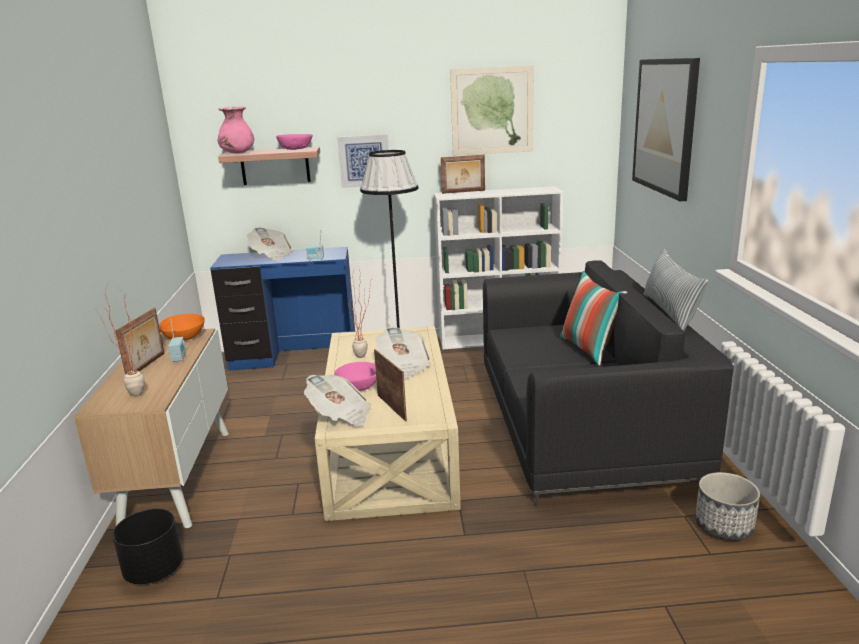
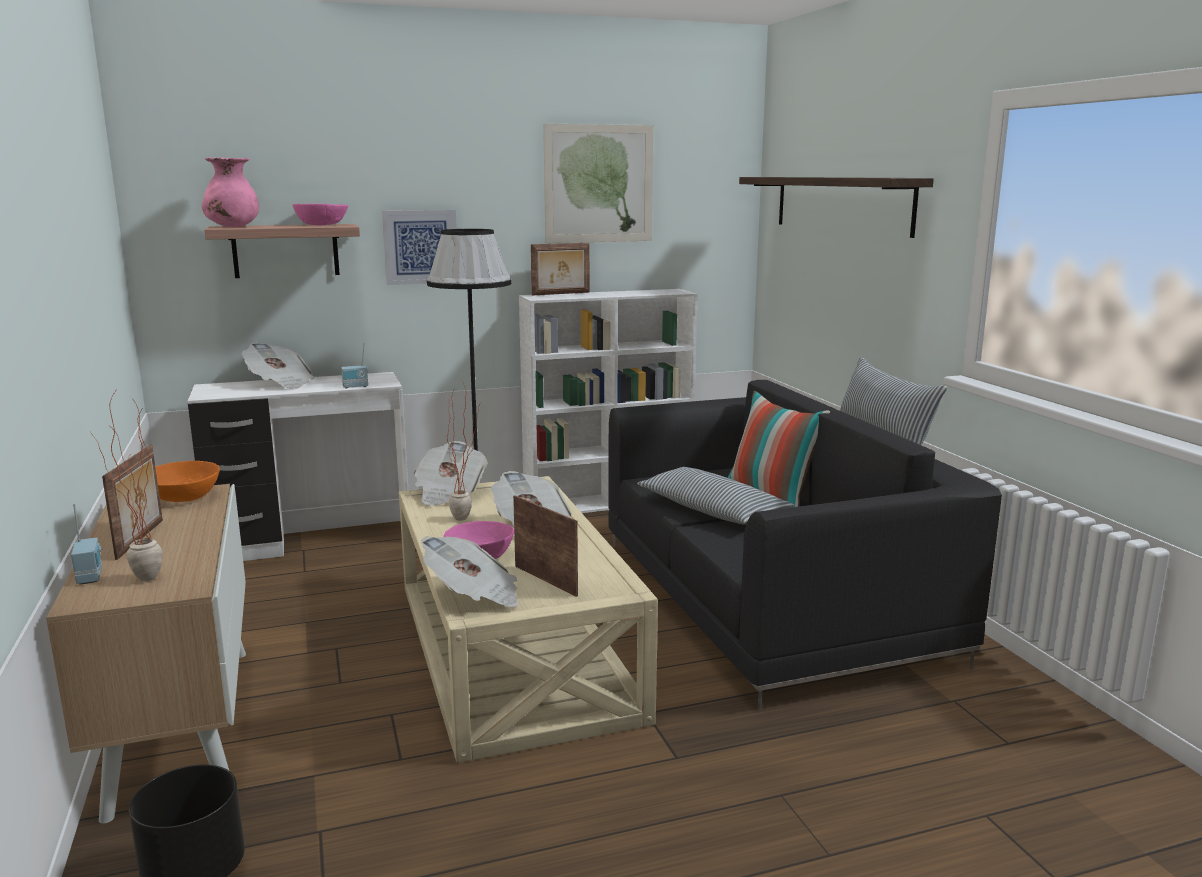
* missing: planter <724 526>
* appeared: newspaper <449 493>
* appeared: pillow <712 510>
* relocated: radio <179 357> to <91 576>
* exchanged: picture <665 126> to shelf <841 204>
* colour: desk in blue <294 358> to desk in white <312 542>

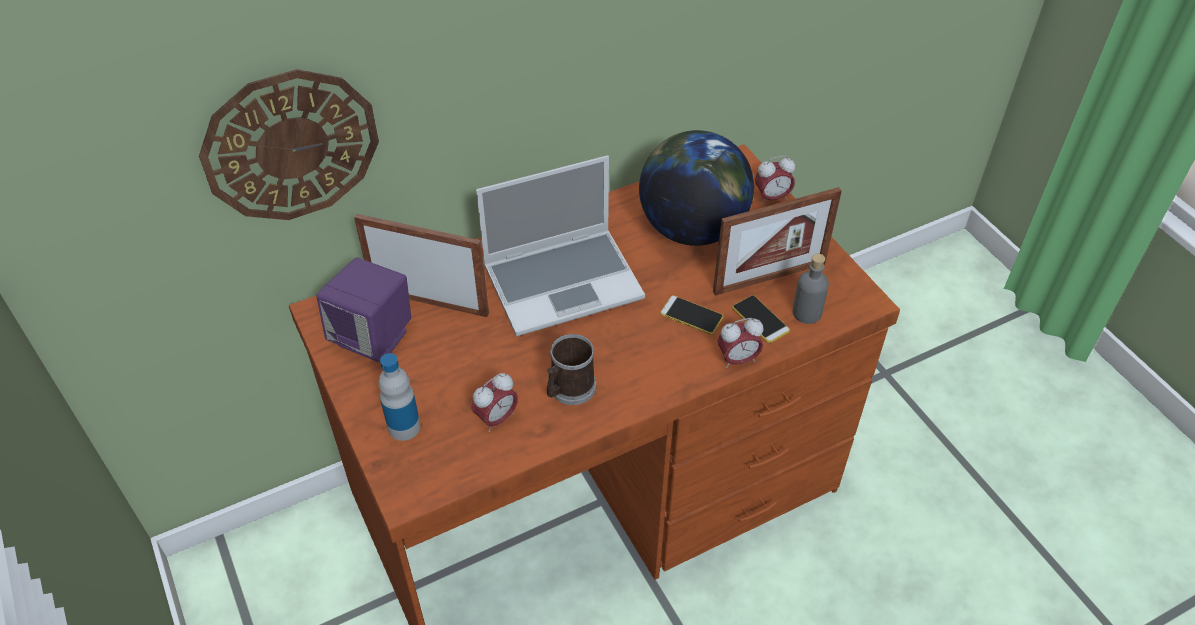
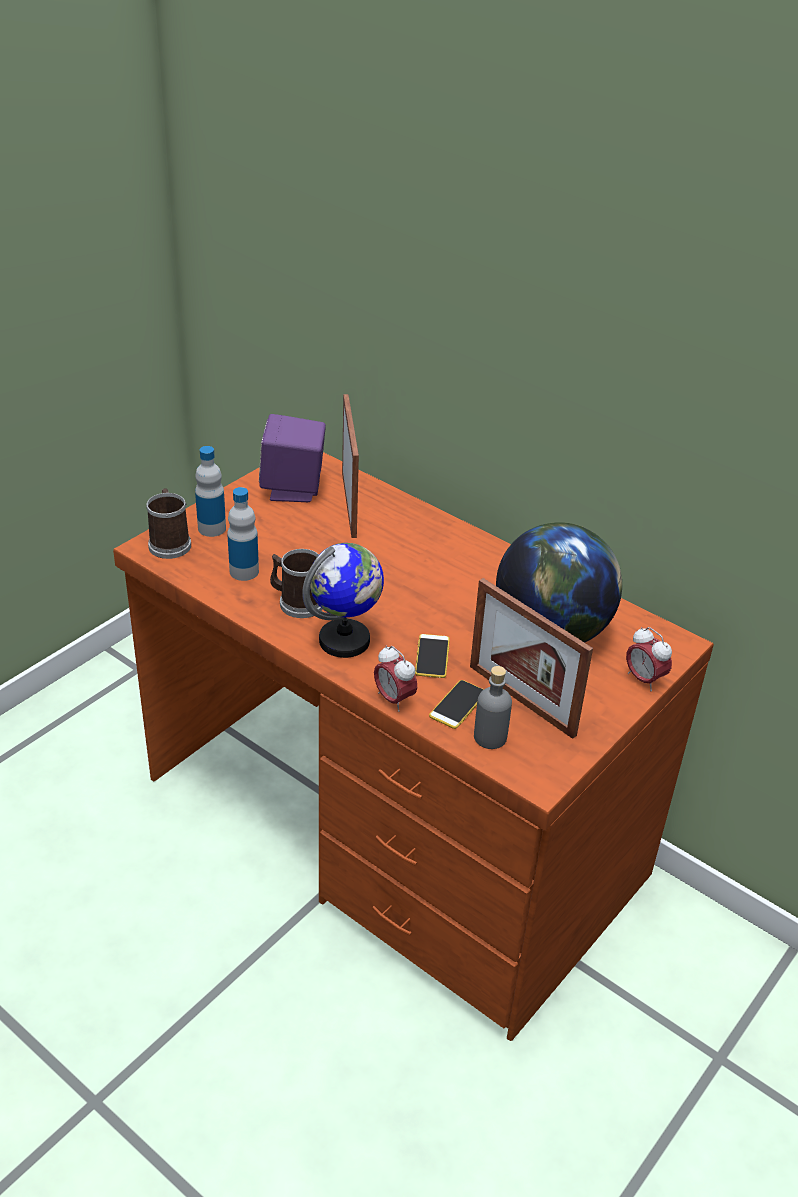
* missing: wall clock <291 146>
* missing: laptop <564 281>
* appeared: mug <169 543>
* appeared: globe <345 641>
* exchanged: alarm clock <496 418> to bottle <244 571>

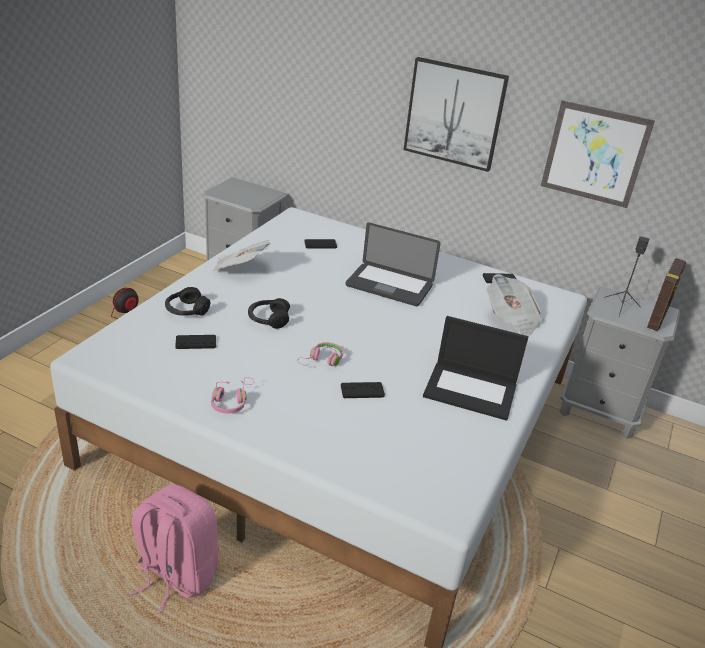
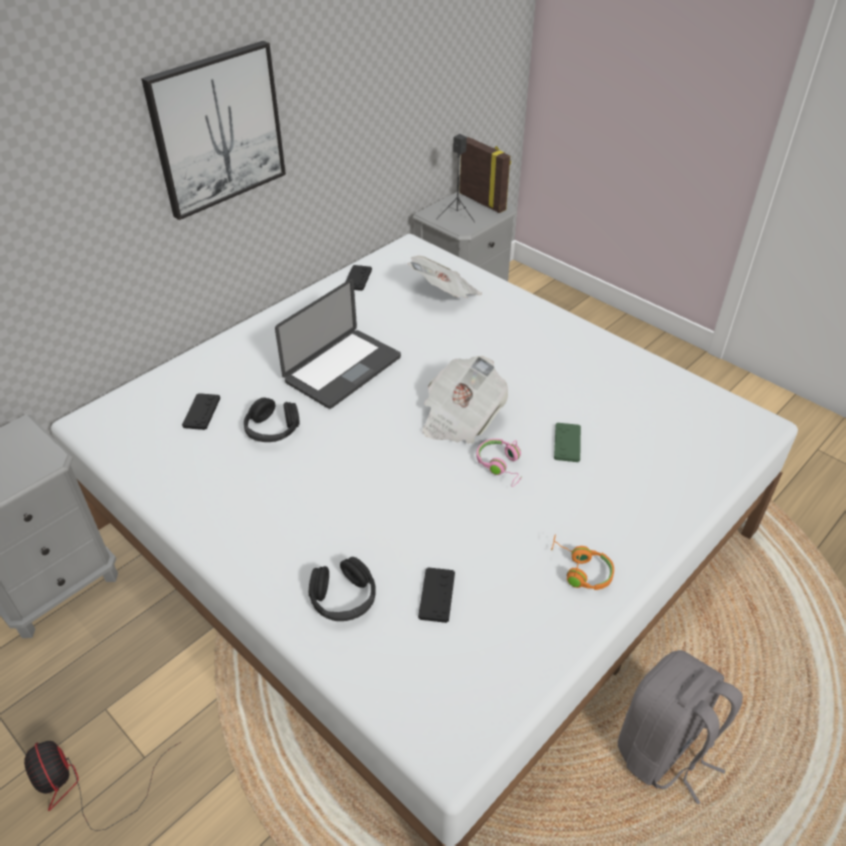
* missing: laptop <471 390>
* missing: picture <595 154>
* relocated: newspaper <240 269> to <460 418>
* relocated: headphones in black <268 319> to <272 430>
* colour: backpack in pink <175 574> to backpack in grey <664 750>
* colour: headphones in pink <231 401> to headphones in orange <580 570>
* colour: game controller in black <362 391> to game controller in green <567 443>

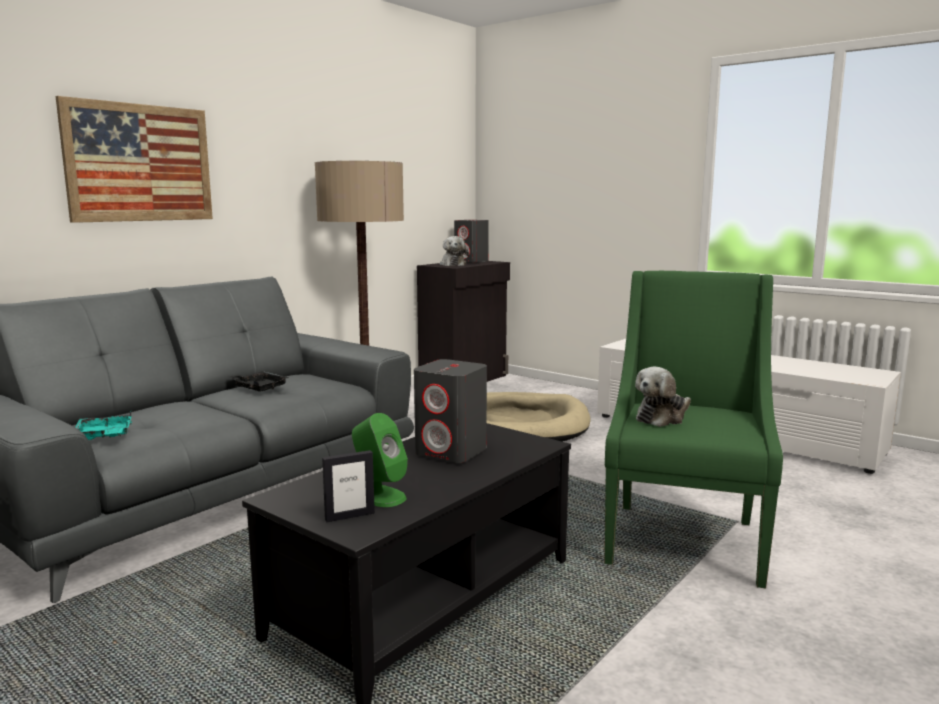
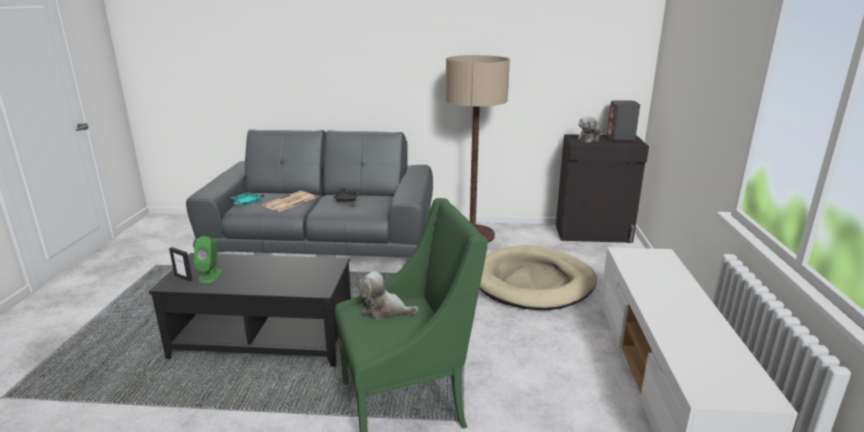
* missing: picture <140 163>
* missing: speaker in grey <452 452>
* appeared: newspaper <289 202>

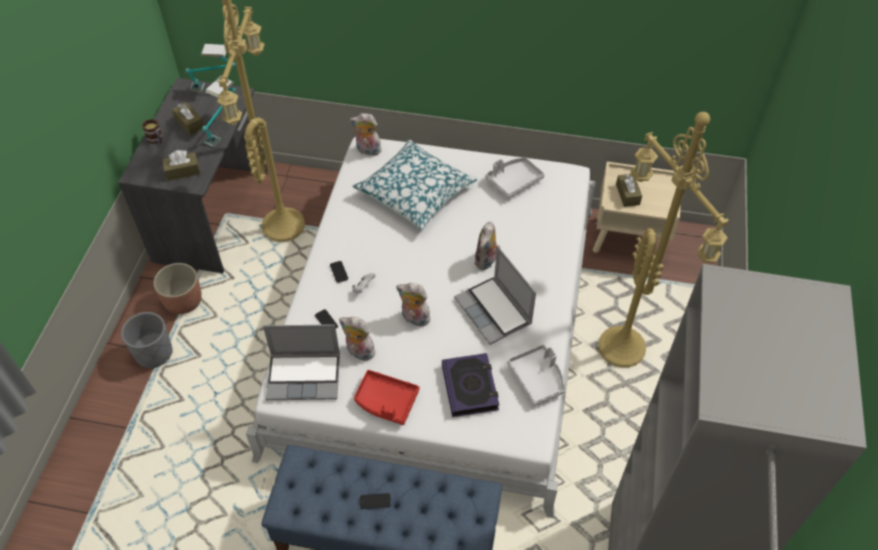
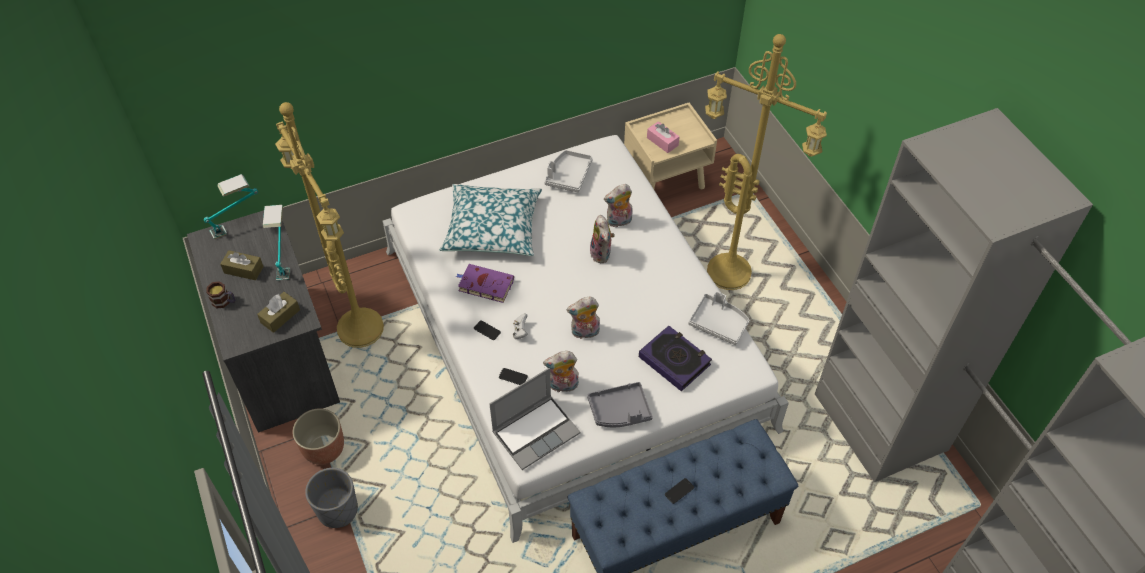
* missing: laptop <494 311>
* appeared: book in purple <484 285>
* relocated: plush toy <367 151> to <619 222>
* colour: tray in red <386 401> to tray in grey <619 411>
* colour: tissue box in brown <627 194> to tissue box in pink <662 141>

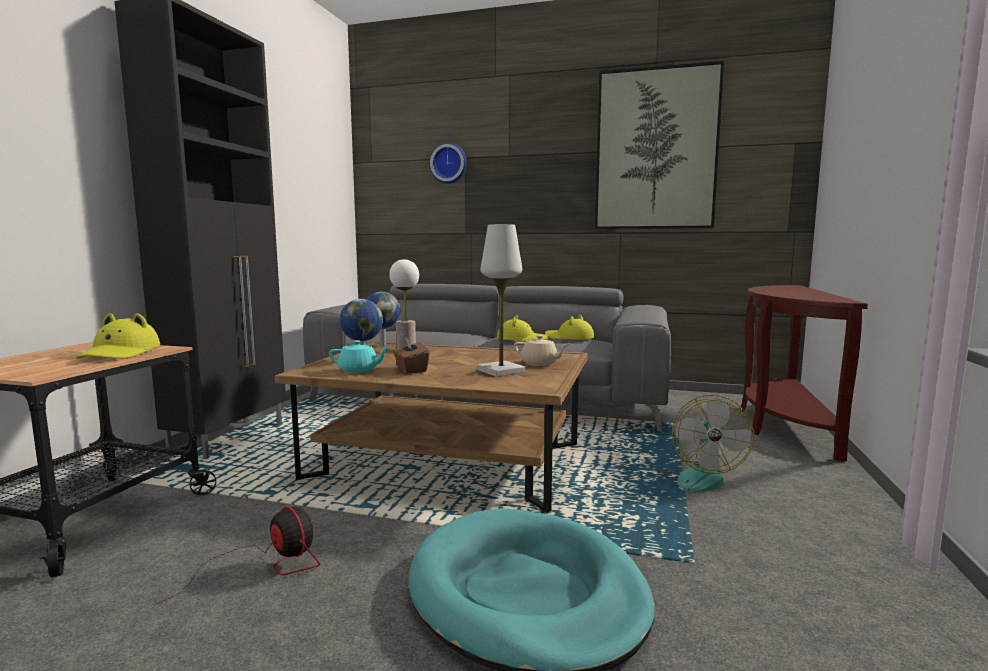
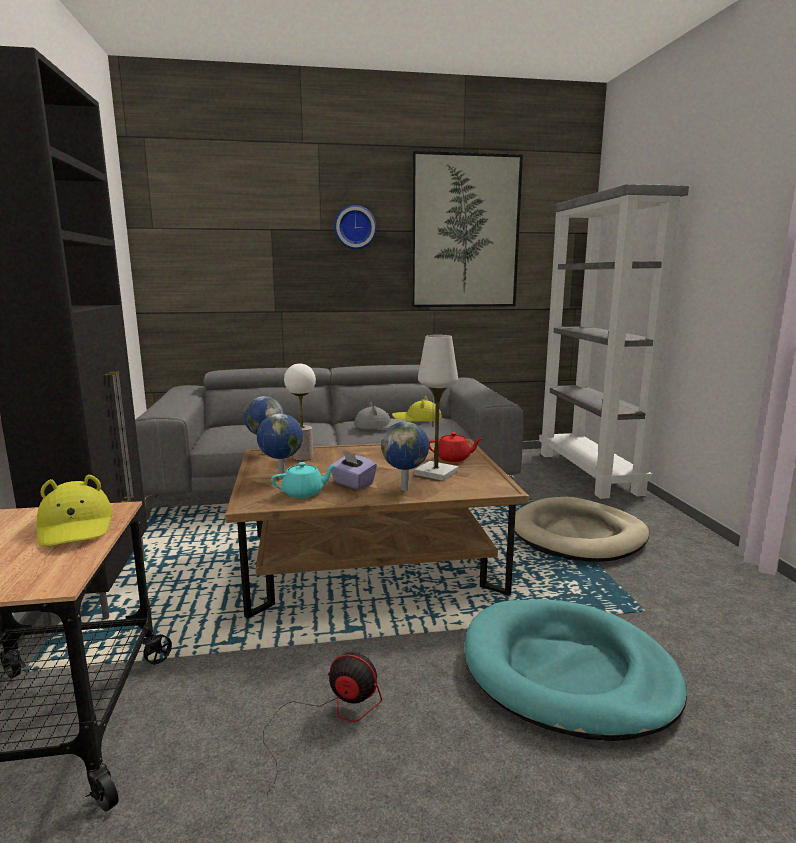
* appeared: globe <406 489>
* relocated: wall clock <449 163> to <355 227>
* exchanged: fan <696 476> to dog bed in beige <578 535>
* exchanged: console table in brown <783 423> to bookcase in grey <589 473>
* colour: tissue box in brown <411 369> to tissue box in purple <352 483>
* colour: hat in yellow <522 339> to hat in grey <379 426>
* colour: teapot in beige <540 364> to teapot in red <453 458>

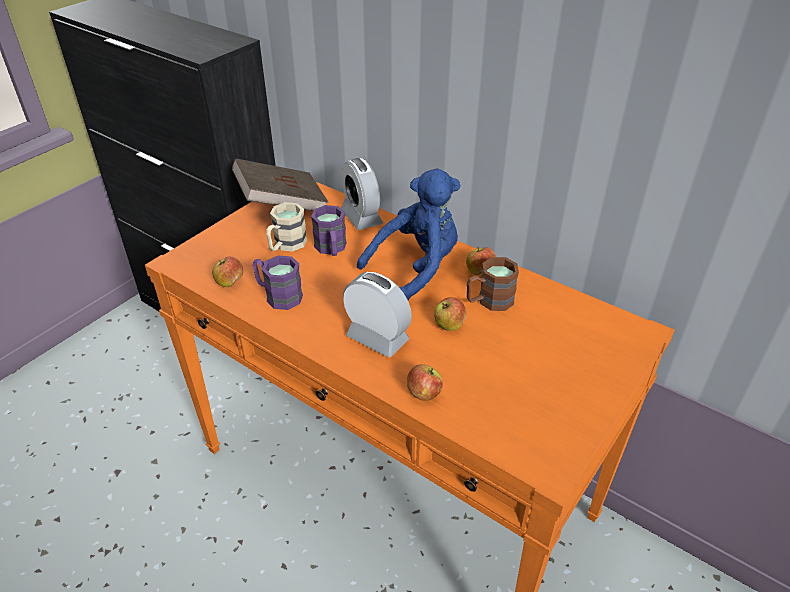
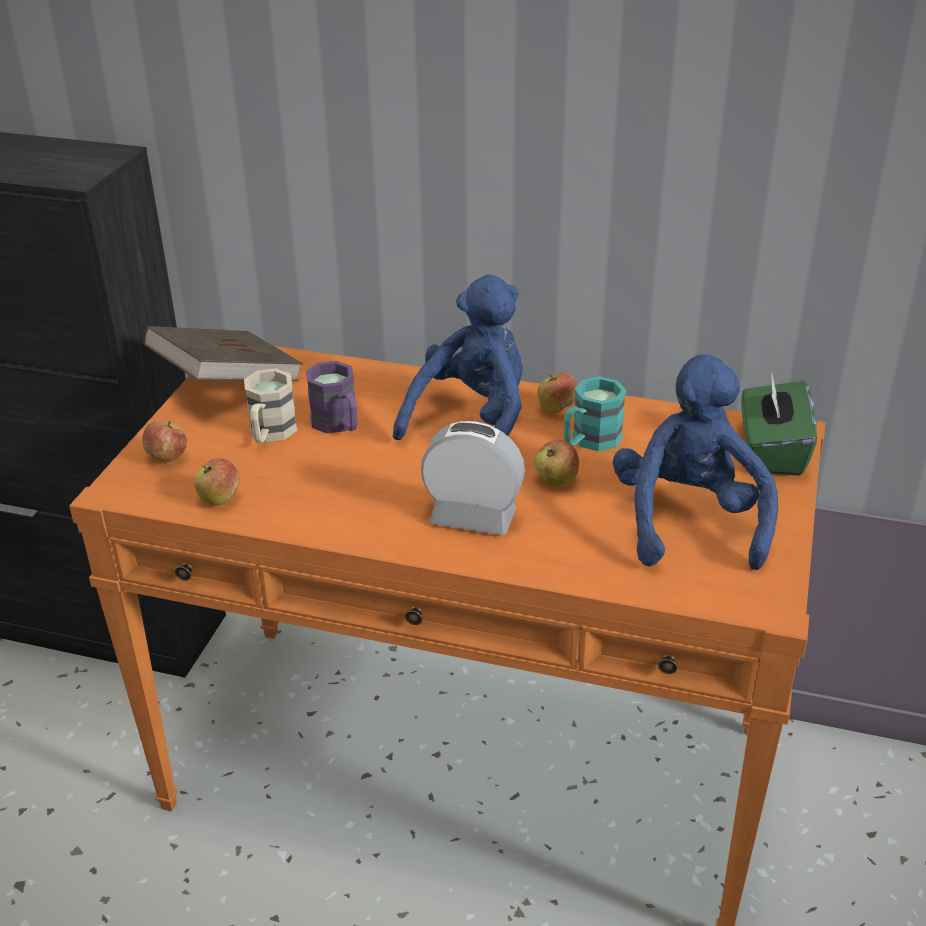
* missing: mug in purple <278 295>
* missing: alarm clock <361 217>
* appeared: plush toy in blue <688 520>
* appeared: tissue box in green <771 452>
* relocated: apple <423 394> to <167 458>
* colour: mug in brown <489 301> to mug in turquoise <589 441>

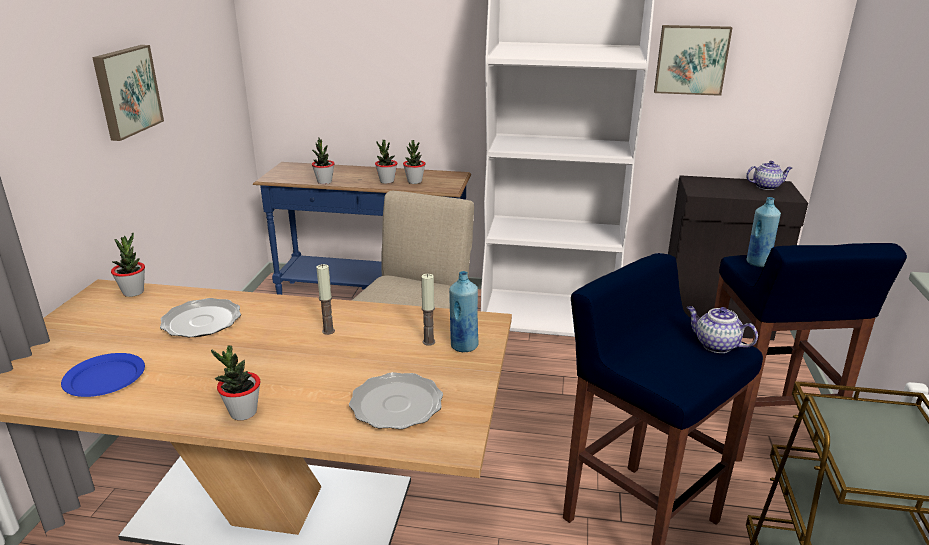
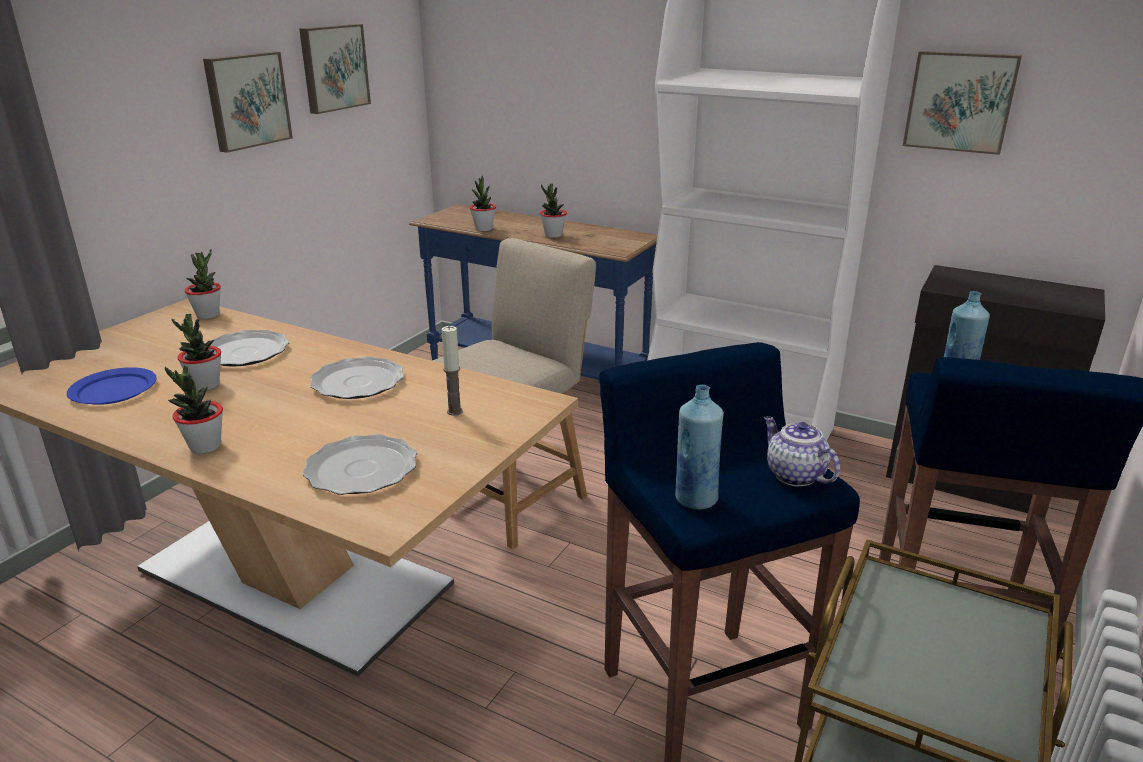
* missing: teapot <766 187>
* appeared: picture <333 67>
* relocated: potted plant <414 182> to <206 385>
* relocated: bottle in blue <463 346> to <695 499>
* exchanged: candle <328 331> to plate <358 382>

